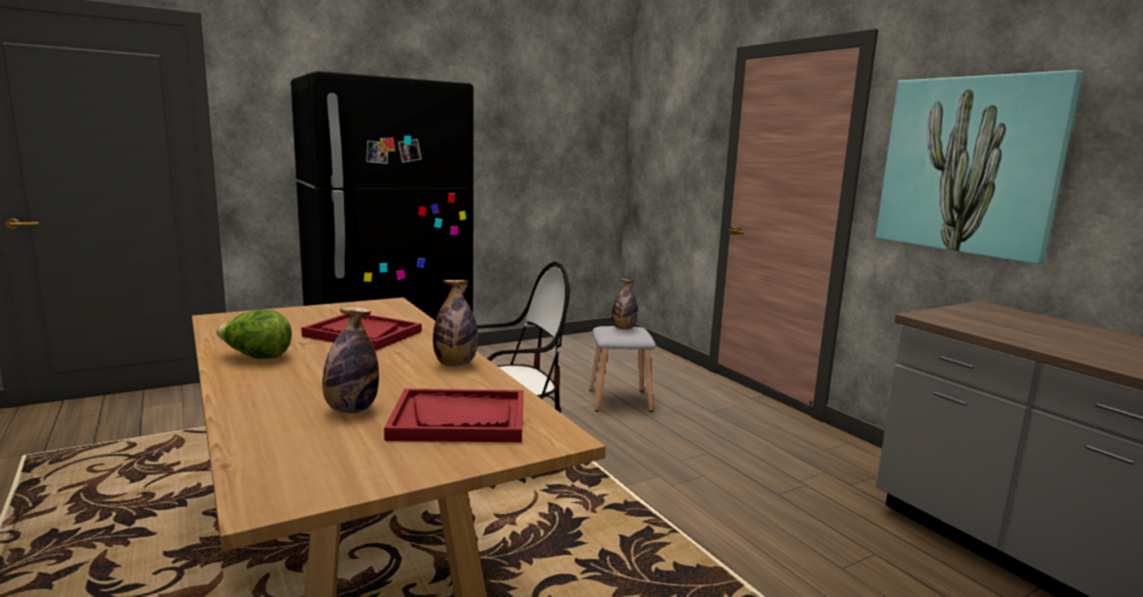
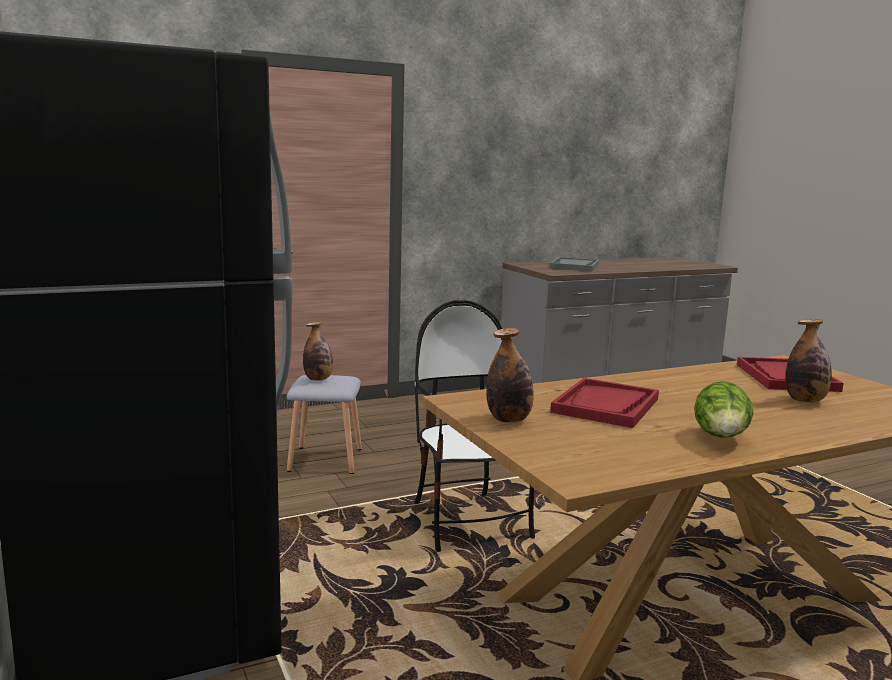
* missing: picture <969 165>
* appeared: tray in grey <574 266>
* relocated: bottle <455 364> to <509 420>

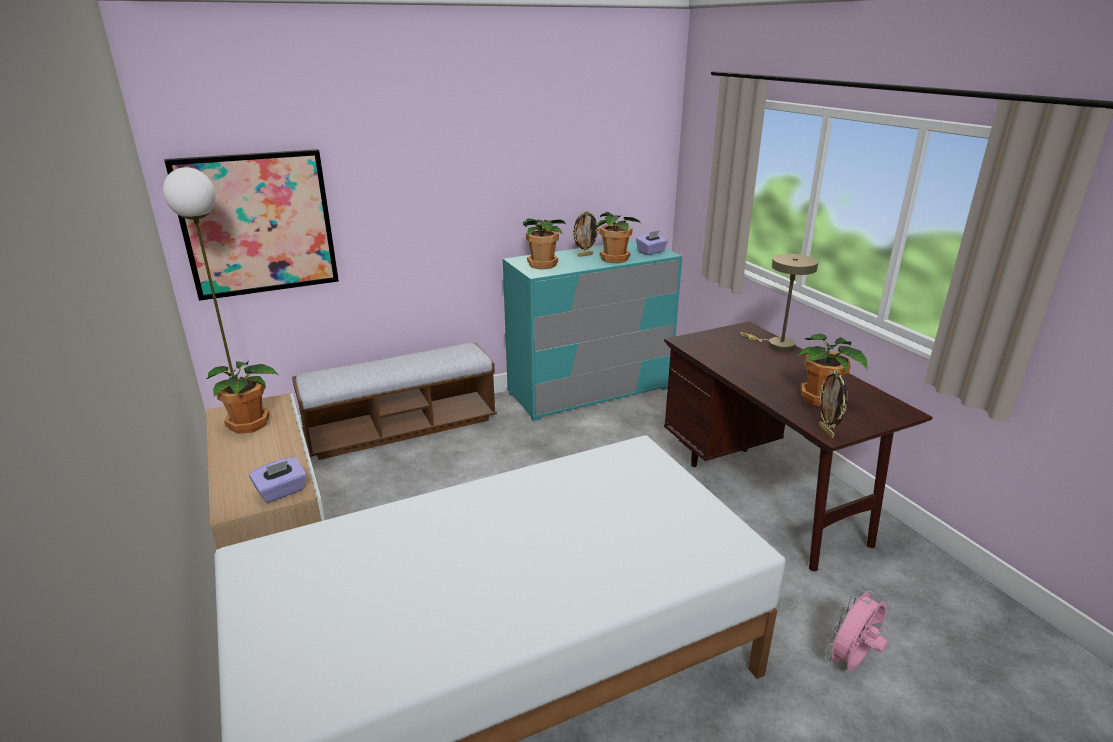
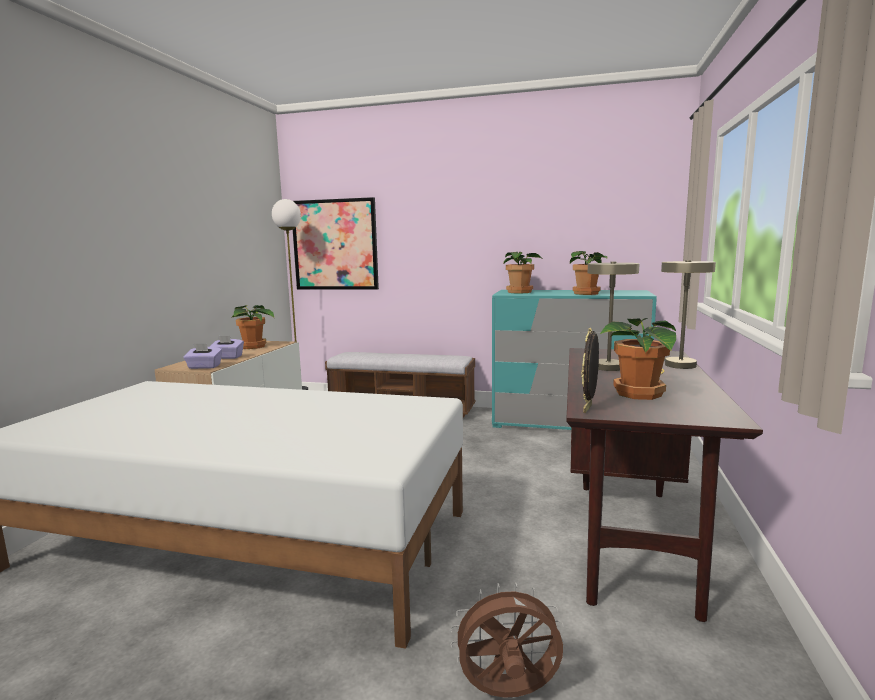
* missing: picture frame <585 255>
* appeared: table lamp in beige <614 368>
* relocated: tissue box in purple <651 252> to <227 357>
* colour: fan in pink <851 662> to fan in brown <508 694>

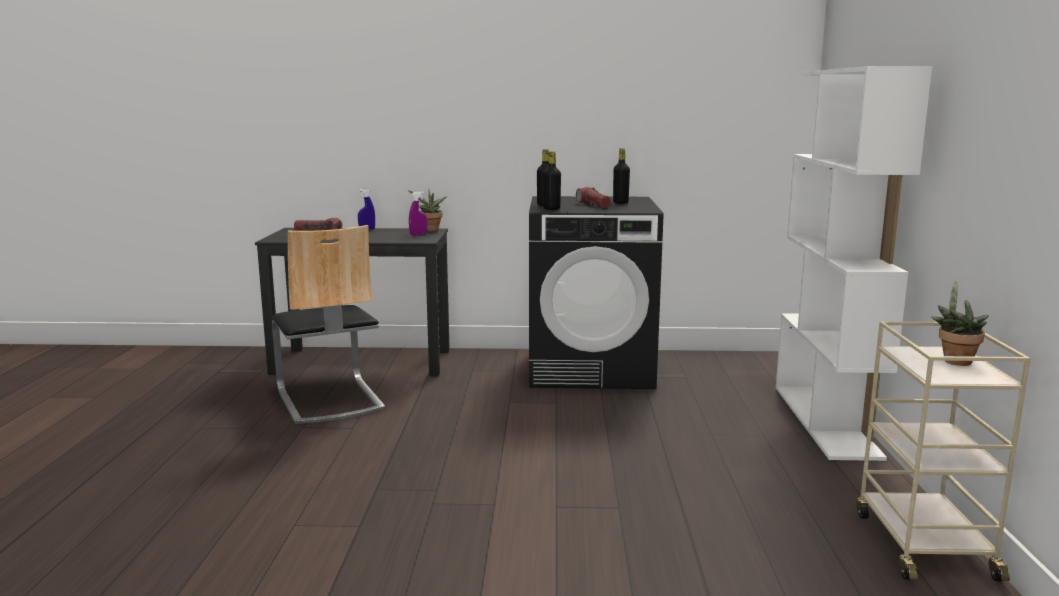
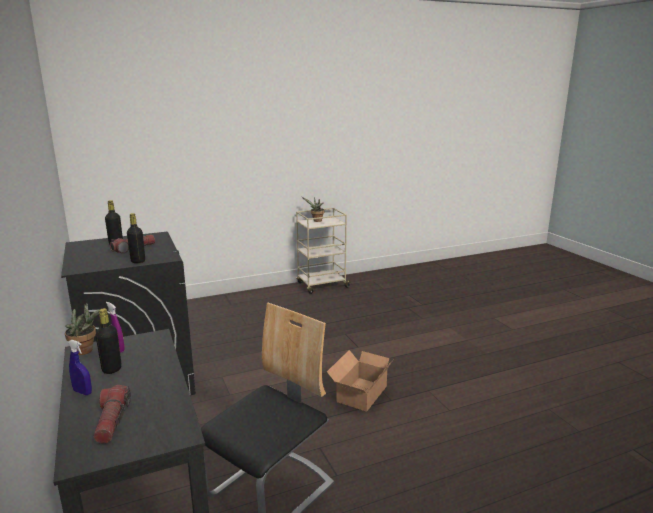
* missing: bookcase in white <826 420>
* appeared: cardboard box <359 394>
* relocated: bottle in black <551 209> to <112 369>

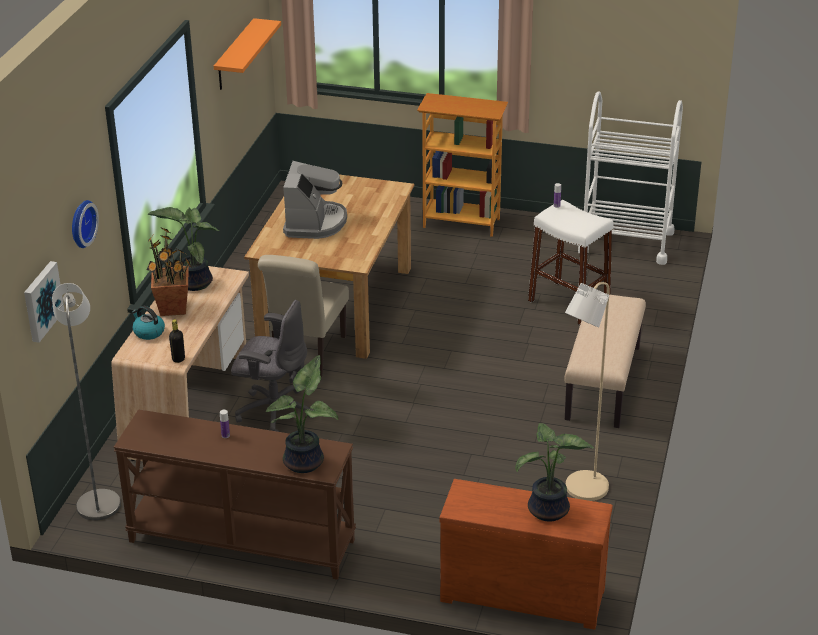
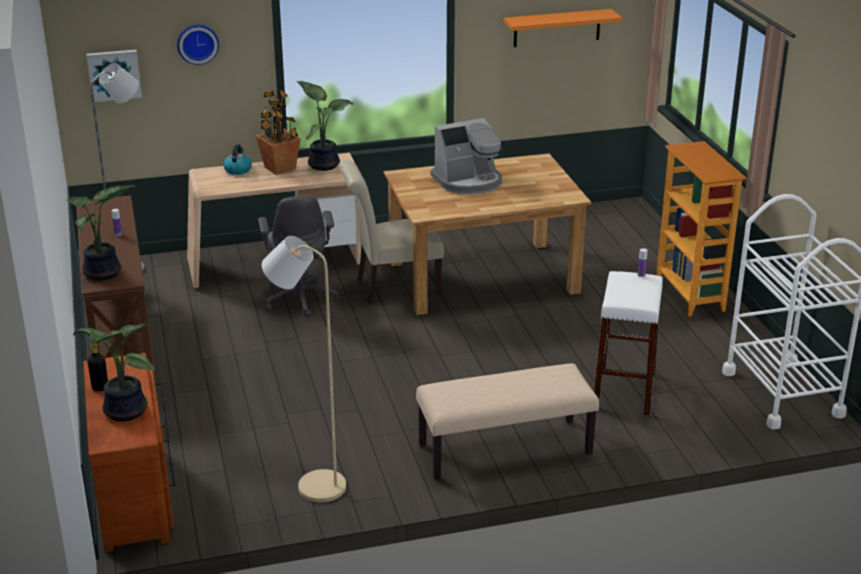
* relocated: bottle in black <178 359> to <100 388>

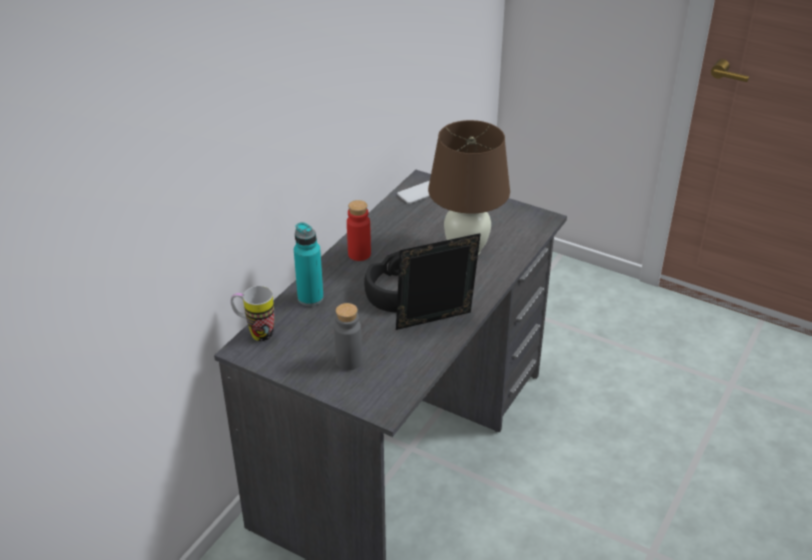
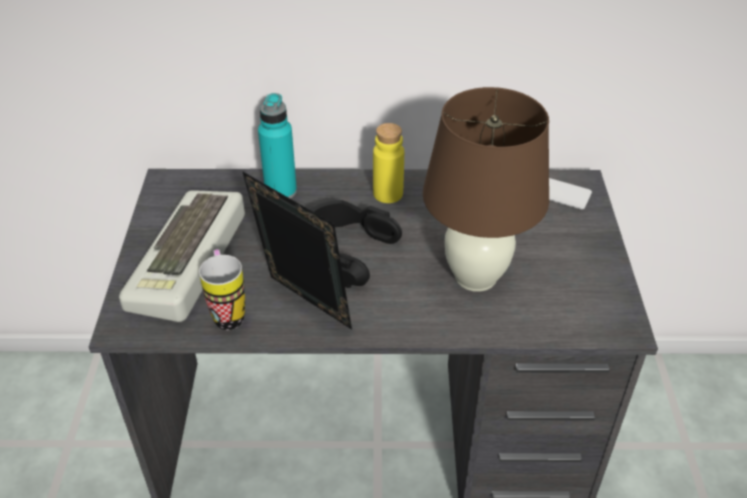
* relocated: mug <255 333> to <227 312>
* exchanged: bottle in grey <349 361> to keyboard <191 263>
* colour: bottle in red <359 254> to bottle in yellow <388 194>

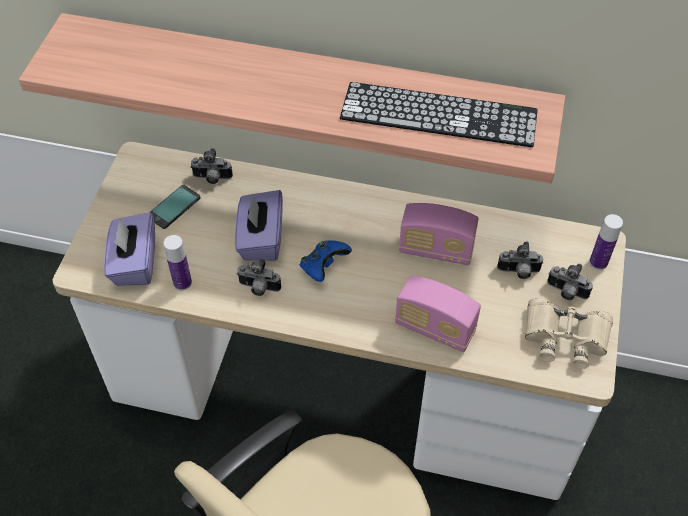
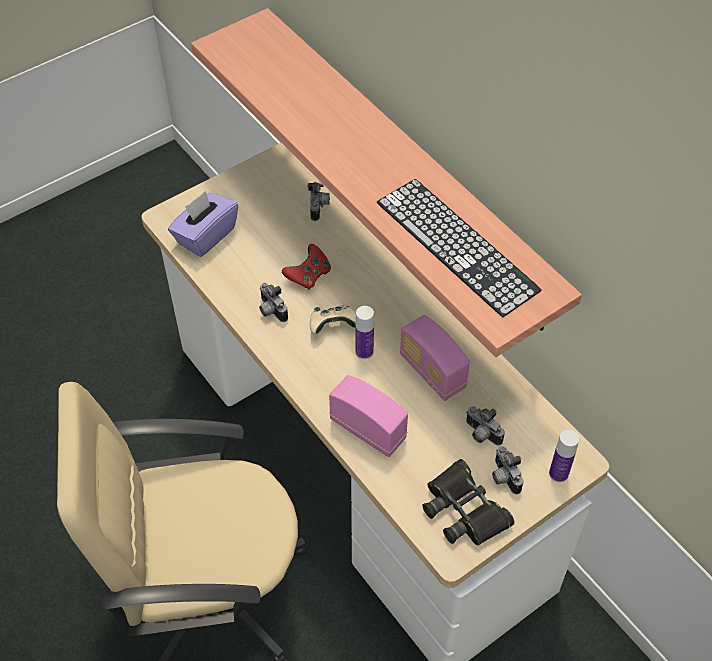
* missing: phone <174 207>
* relocated: bottle <182 282> to <364 351>
* exchanged: tissue box in purple <261 239> to game controller in red <308 276>
* colour: game controller in blue <323 266> to game controller in beige <333 326>
* colour: binoculars in beige <565 337> to binoculars in black <464 510>
* spun: photo camera <212 179> = <319 207> 135 degrees counterclockwise
* spun: radio <434 328> = <368 429> 150 degrees clockwise

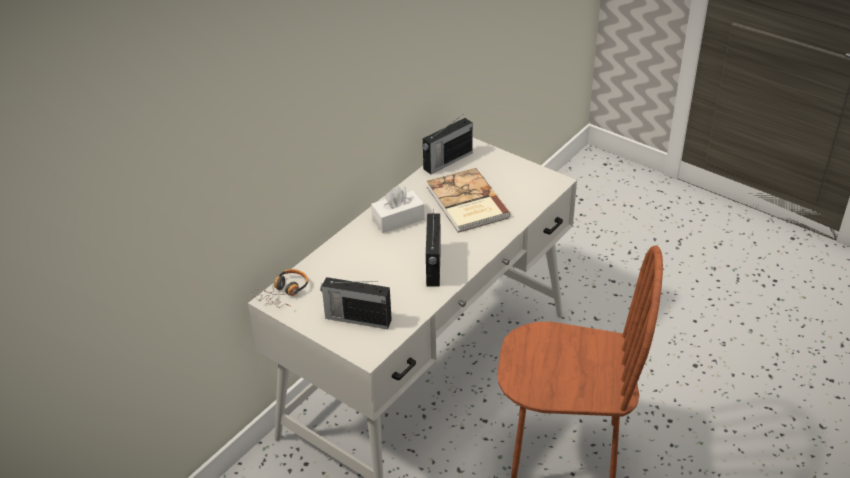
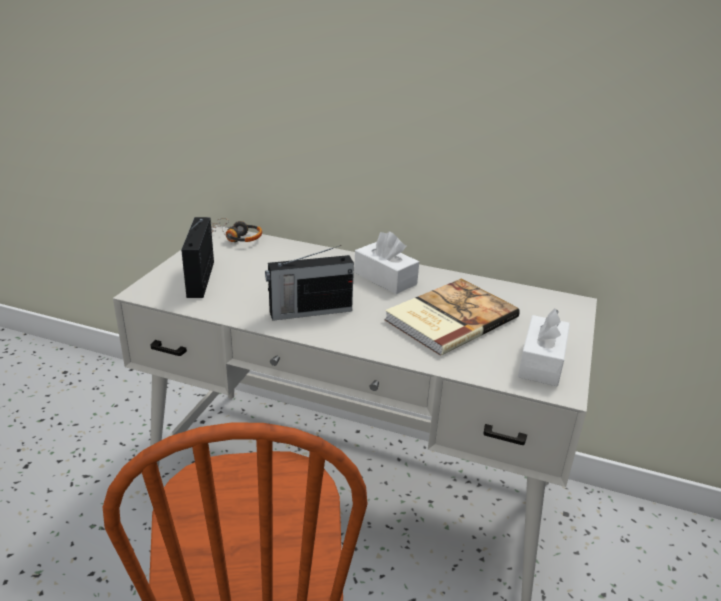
* missing: radio <447 161>
* appeared: tissue box in white <541 362>

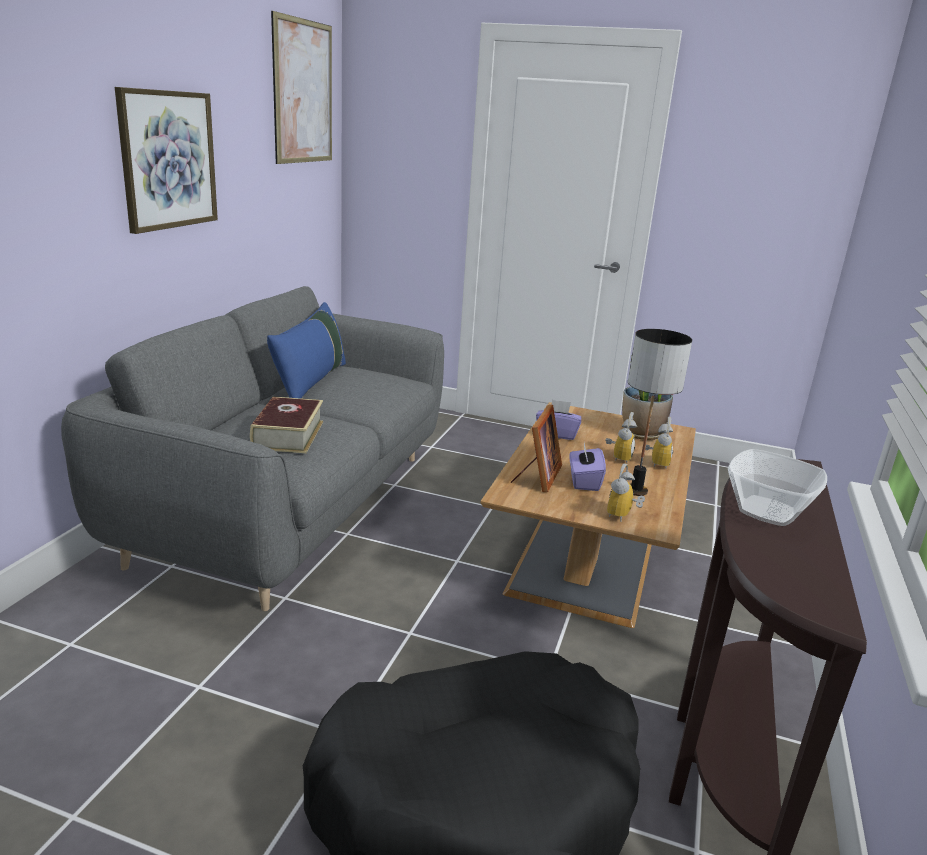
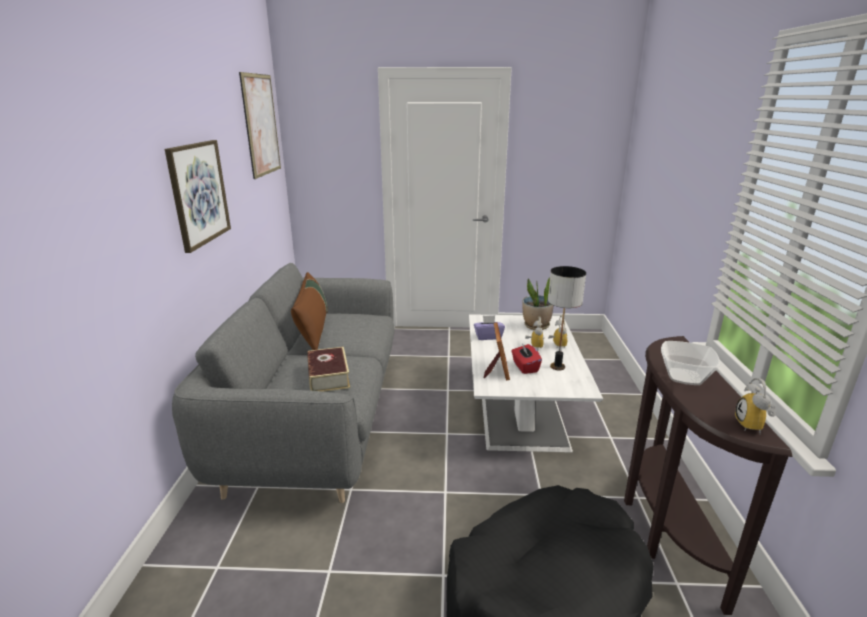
* relocated: alarm clock <623 516> to <753 426>
* colour: pillow in blue <311 382> to pillow in brown <313 331>
* colour: coffee table in brown <587 551> to coffee table in white <520 407>
* colour: tissue box in purple <584 481> to tissue box in red <525 367>

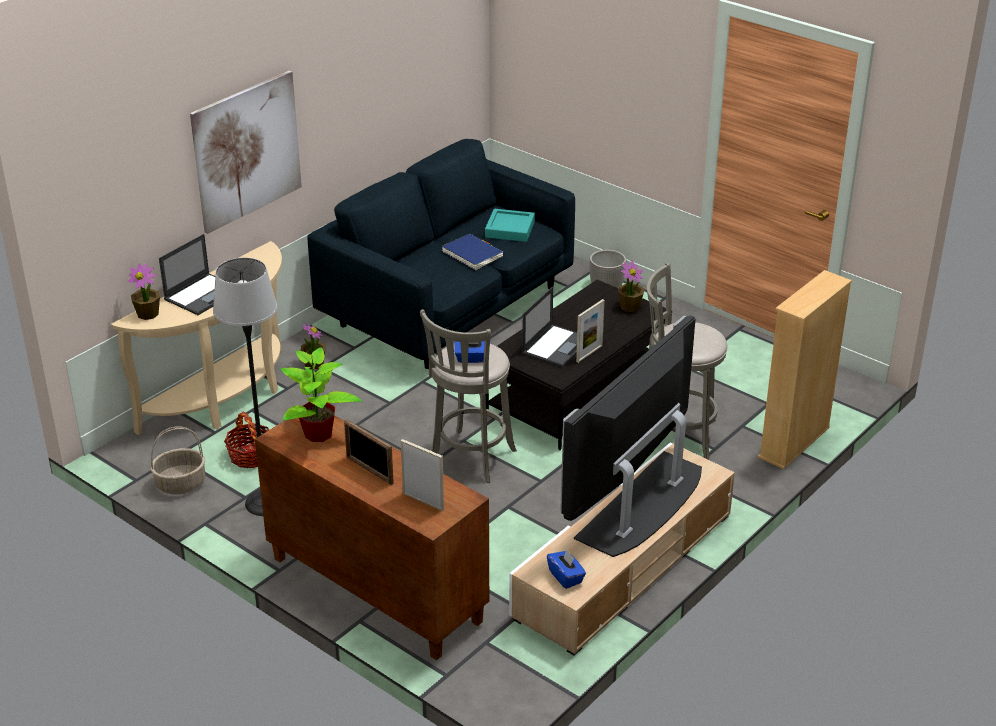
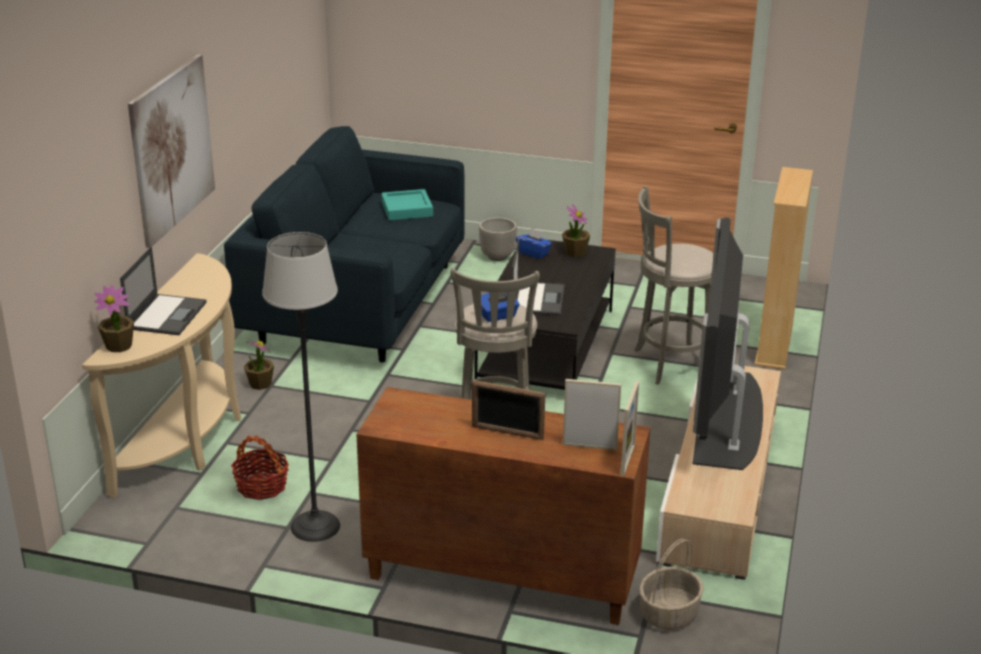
* missing: potted plant <318 434>
* missing: book in blue <472 254>
* relocated: basket <181 483> to <669 613>
* relocated: tissue box in blue <566 577> to <533 253>
* relocated: picture frame <589 353> to <627 460>

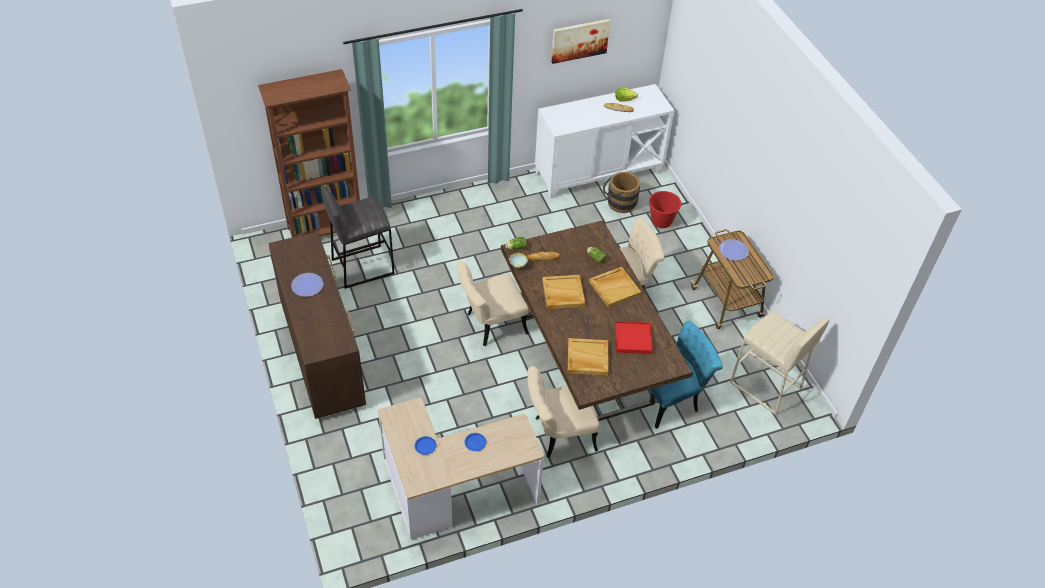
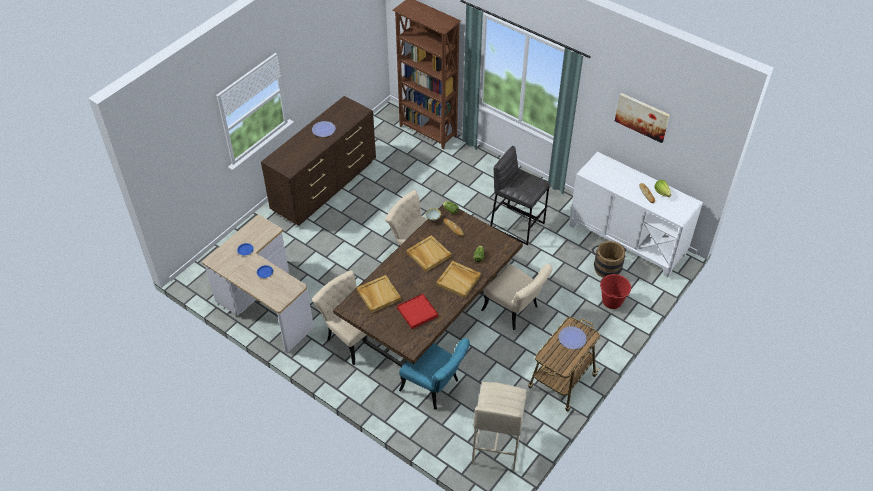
* relocated: stool in grey <362 266> to <517 225>

